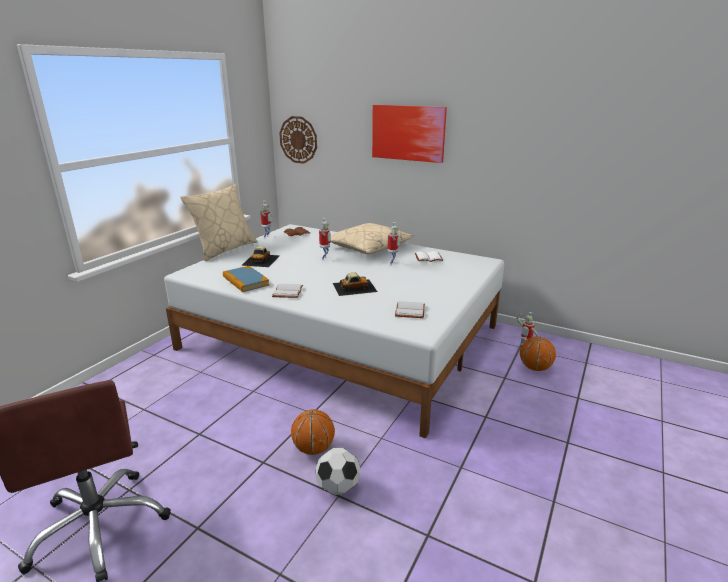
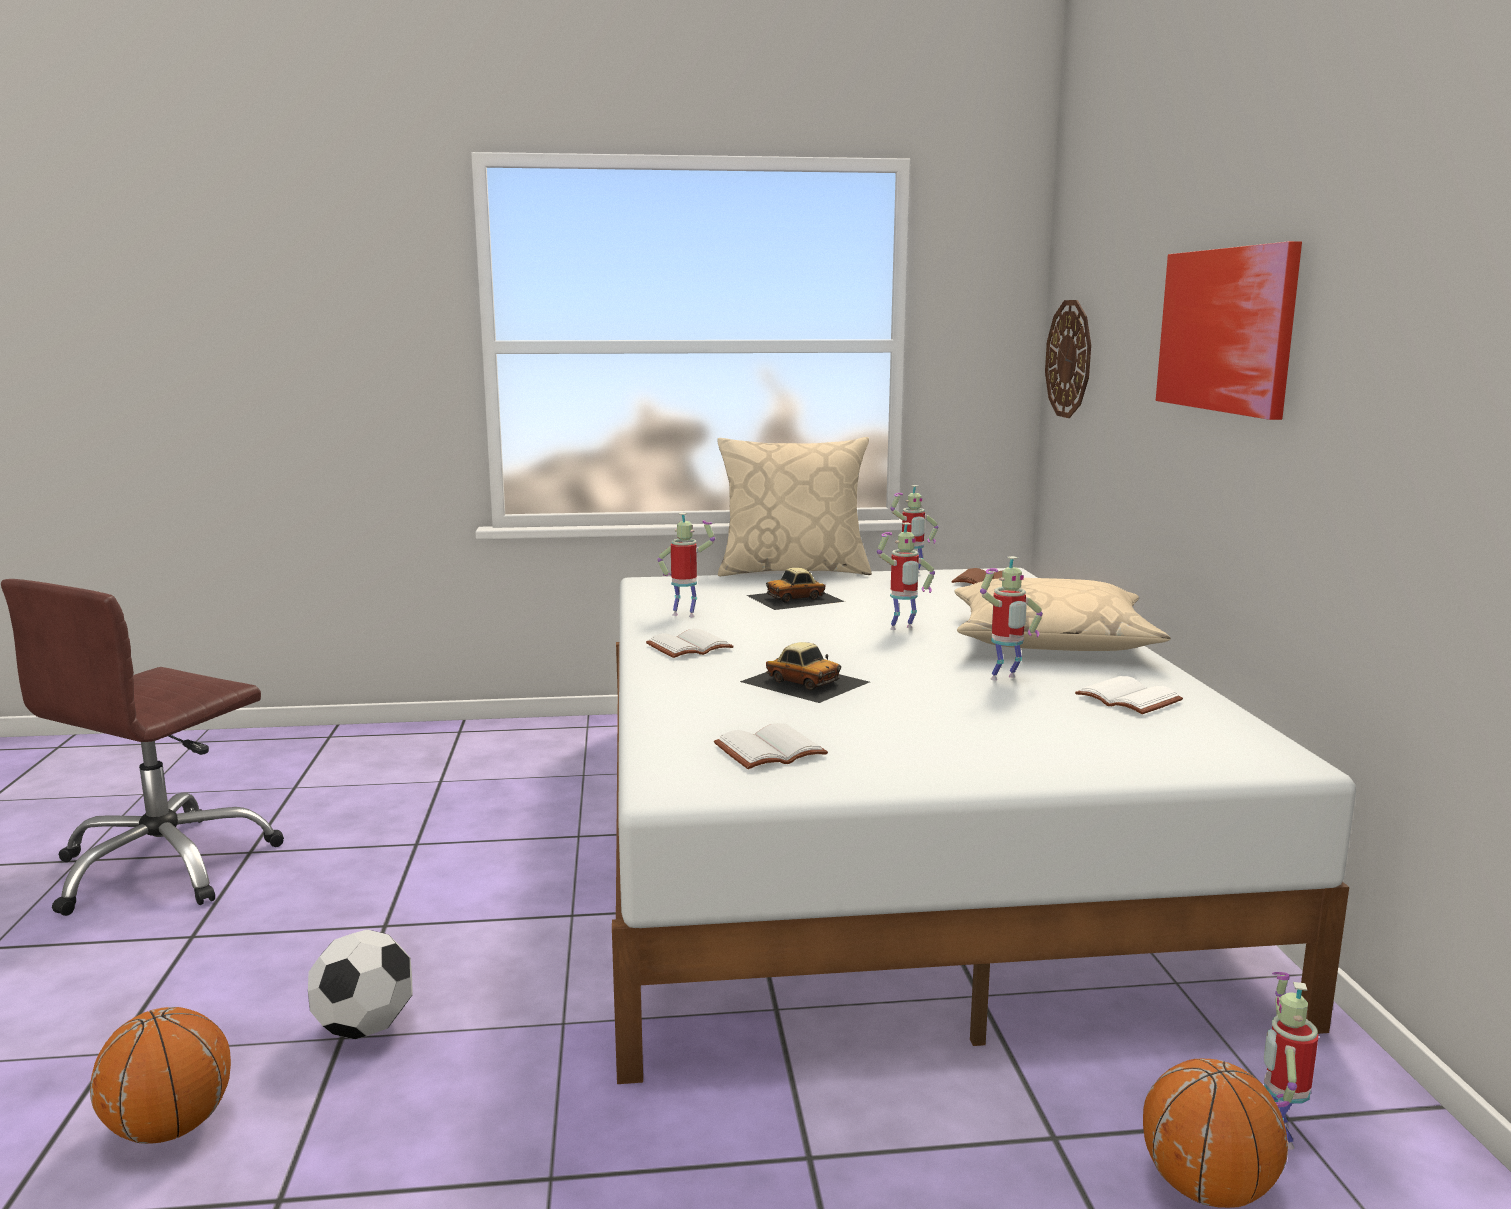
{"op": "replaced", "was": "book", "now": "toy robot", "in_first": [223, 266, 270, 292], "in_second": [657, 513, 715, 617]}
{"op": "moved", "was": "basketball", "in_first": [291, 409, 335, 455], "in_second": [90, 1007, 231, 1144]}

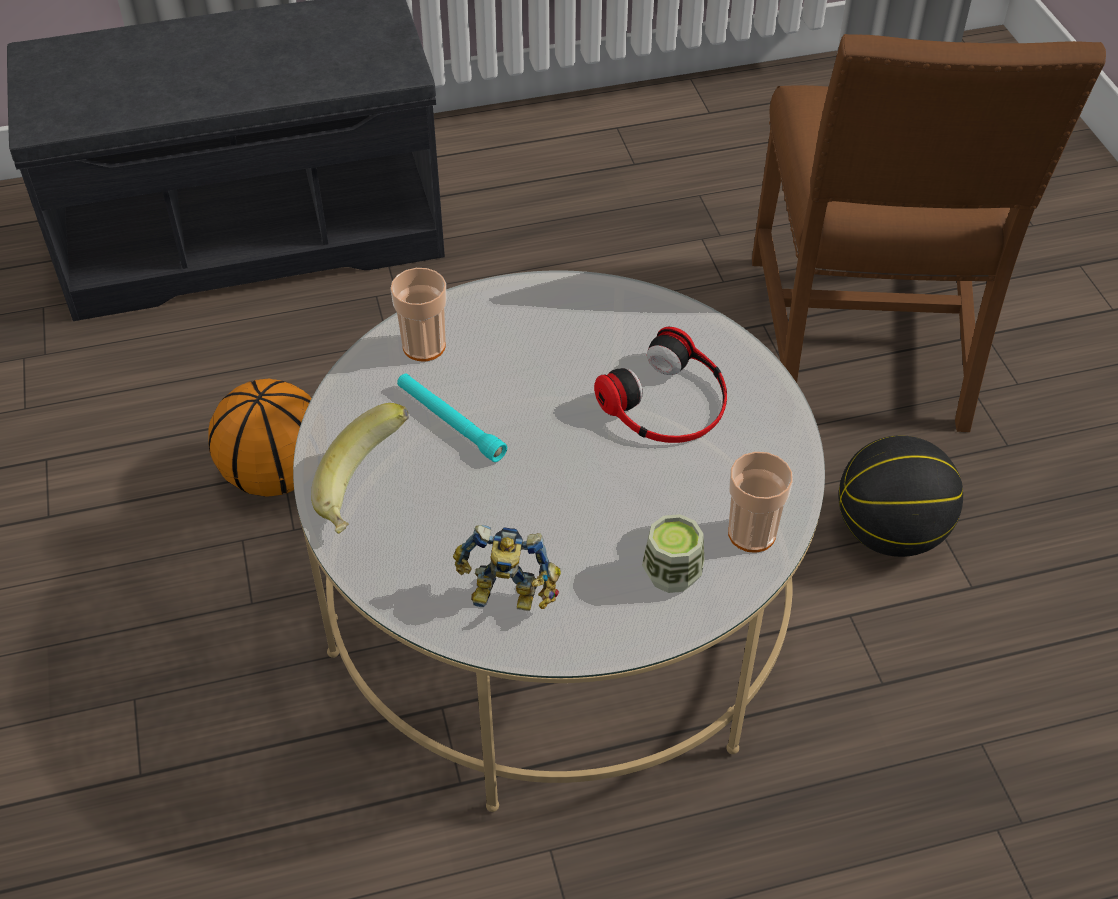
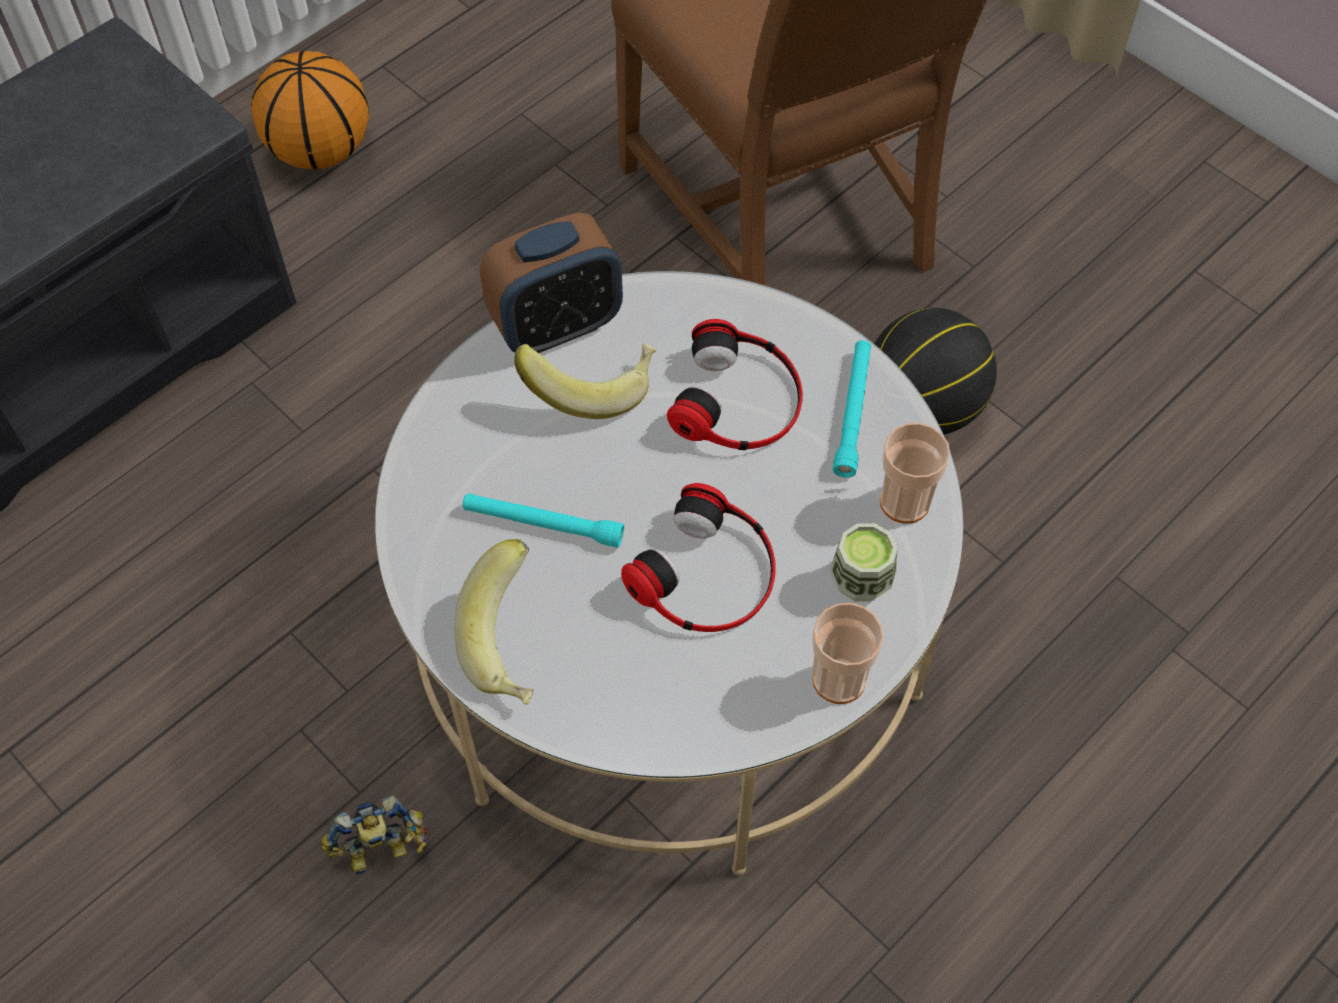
{"op": "moved", "was": "cup", "in_first": [390, 268, 447, 361], "in_second": [812, 603, 884, 704]}
{"op": "moved", "was": "basketball", "in_first": [208, 379, 312, 497], "in_second": [251, 51, 369, 170]}
{"op": "moved", "was": "toy robot", "in_first": [453, 525, 561, 611], "in_second": [321, 795, 427, 875]}
{"op": "added", "now": "alarm clock", "in_second": [480, 213, 623, 353]}
{"op": "added", "now": "flashlight (turquoise)", "in_second": [833, 340, 871, 478]}
{"op": "added", "now": "banana", "in_second": [514, 344, 657, 419]}
{"op": "added", "now": "headphones", "in_second": [621, 483, 776, 632]}

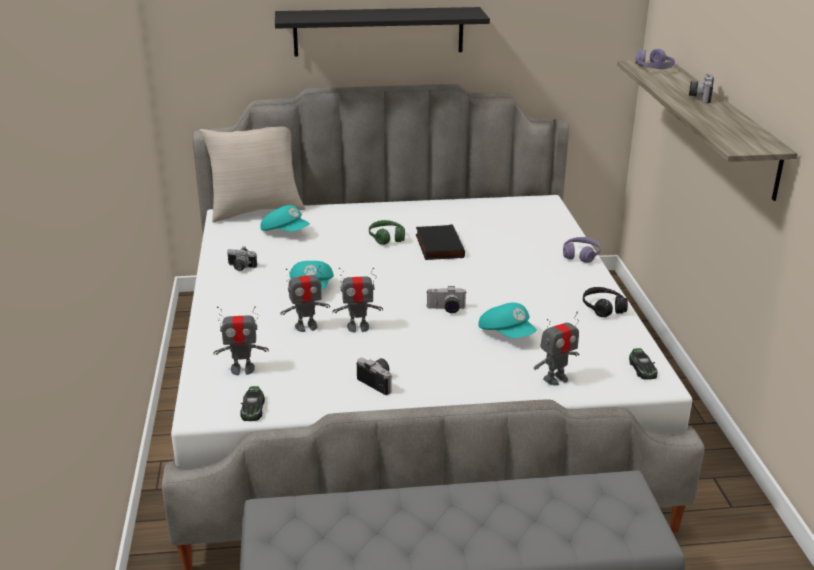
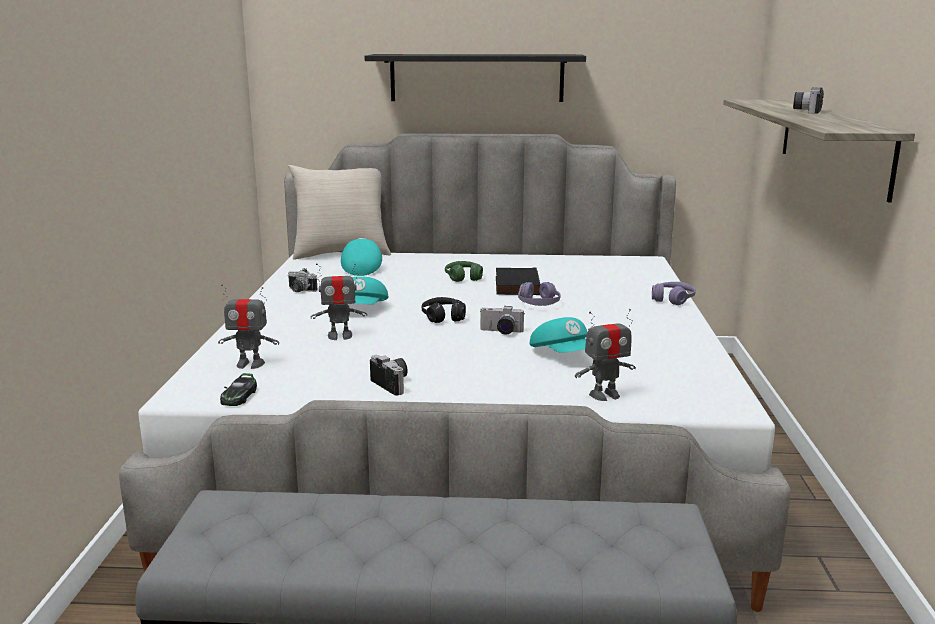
{"op": "moved", "was": "headphones (purple)", "in_first": [635, 49, 675, 69], "in_second": [518, 282, 561, 306]}
{"op": "turned", "was": "cap (turquoise)", "in_first": [260, 205, 310, 232], "in_second": [341, 238, 382, 276], "clockwise": -135}
{"op": "removed", "was": "toy robot", "in_first": [332, 267, 383, 333]}
{"op": "moved", "was": "headphones (black)", "in_first": [583, 287, 628, 317], "in_second": [422, 297, 466, 323]}
{"op": "removed", "was": "toy car", "in_first": [629, 348, 658, 380]}

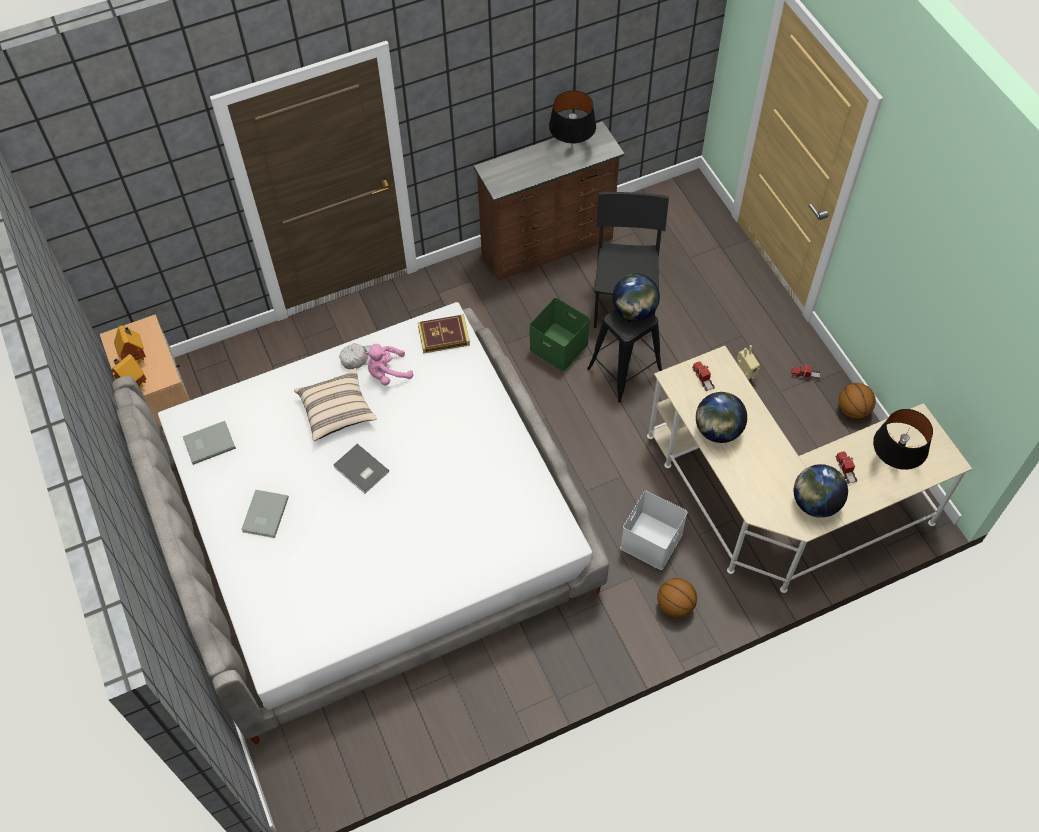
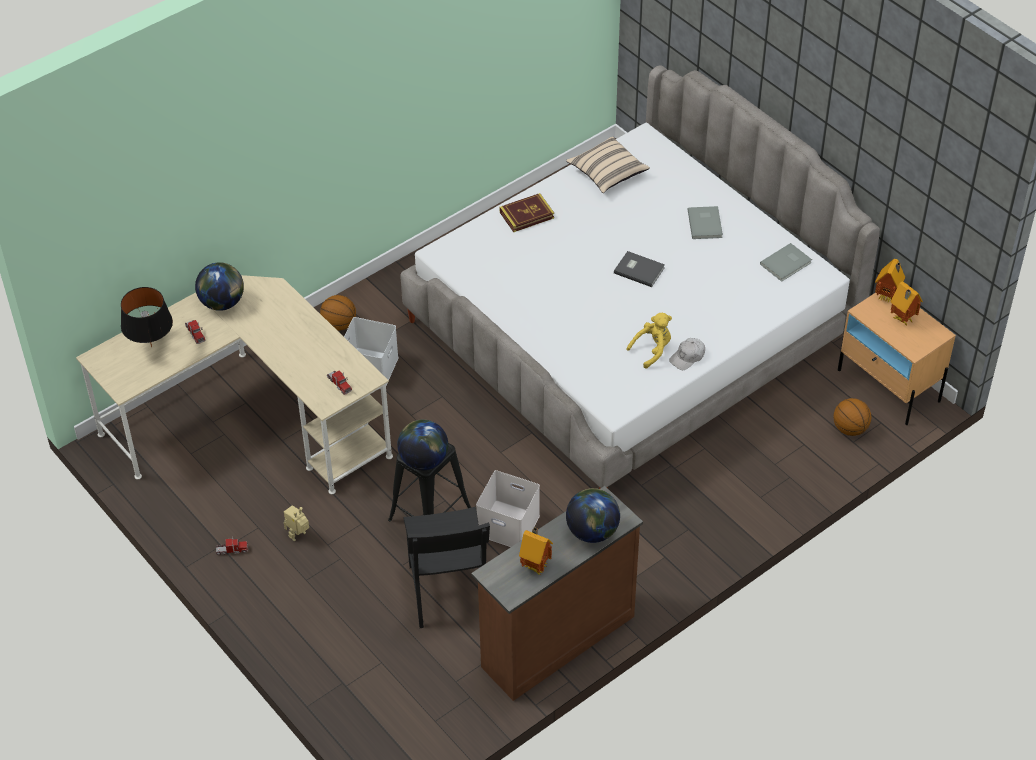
{"op": "replaced", "was": "table lamp (black)", "now": "toy house", "in_first": [549, 90, 596, 148], "in_second": [519, 527, 553, 575]}
{"op": "recoloured", "was": "storage box (green)", "now": "storage box (white)", "in_first": [530, 297, 590, 372], "in_second": [476, 470, 540, 547]}
{"op": "moved", "was": "book", "in_first": [418, 314, 470, 353], "in_second": [500, 193, 554, 232]}
{"op": "recoloured", "was": "plush toy (pink)", "now": "plush toy (yellow)", "in_first": [365, 344, 413, 385], "in_second": [627, 313, 672, 368]}
{"op": "moved", "was": "pillow (beige)", "in_first": [294, 368, 377, 441], "in_second": [566, 136, 650, 193]}
{"op": "moved", "was": "basketball", "in_first": [839, 383, 876, 419], "in_second": [833, 398, 871, 436]}
{"op": "moved", "was": "globe", "in_first": [696, 392, 747, 443], "in_second": [566, 488, 620, 543]}

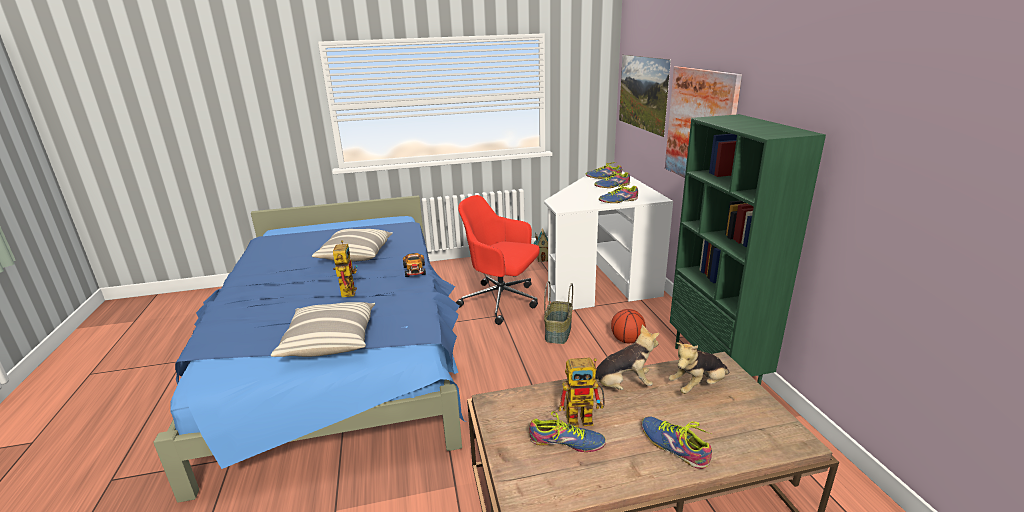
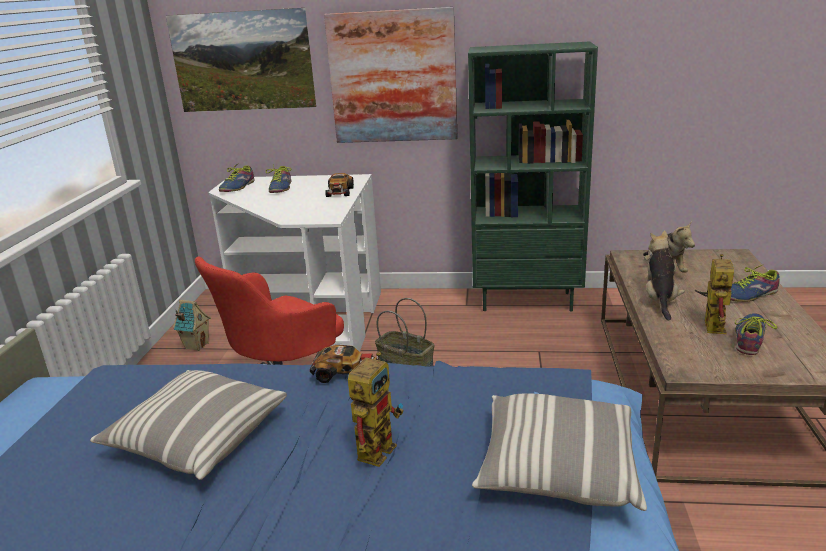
{"op": "replaced", "was": "shoe", "now": "toy car", "in_first": [599, 182, 638, 203], "in_second": [325, 173, 354, 197]}
{"op": "turned", "was": "toy robot", "in_first": [333, 240, 358, 297], "in_second": [348, 352, 404, 467], "clockwise": 105}
{"op": "removed", "was": "basketball", "in_first": [611, 309, 646, 343]}

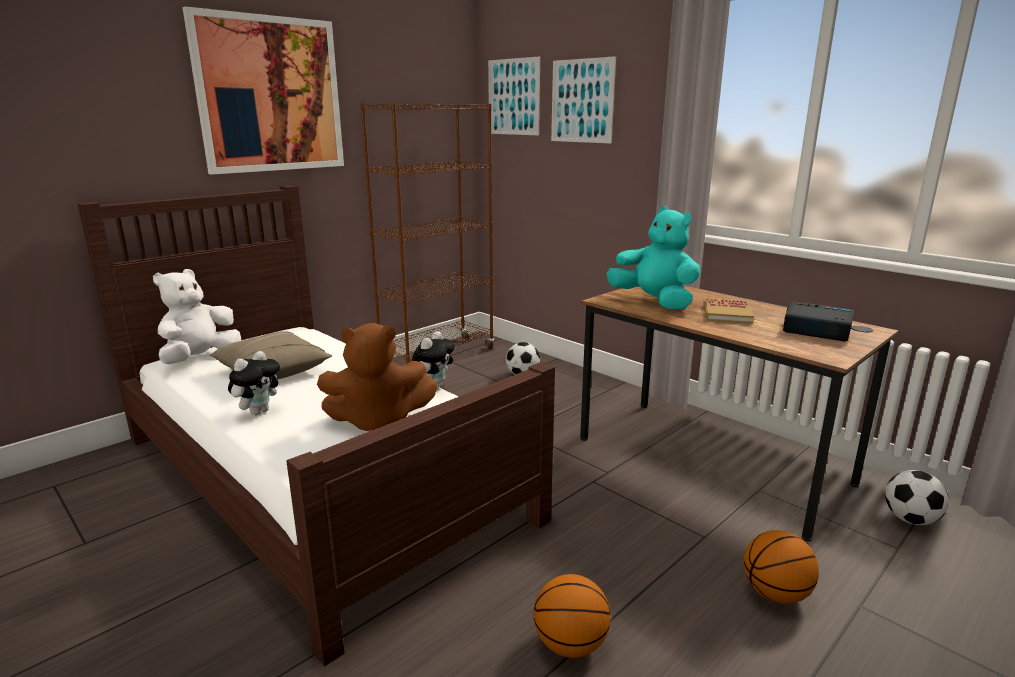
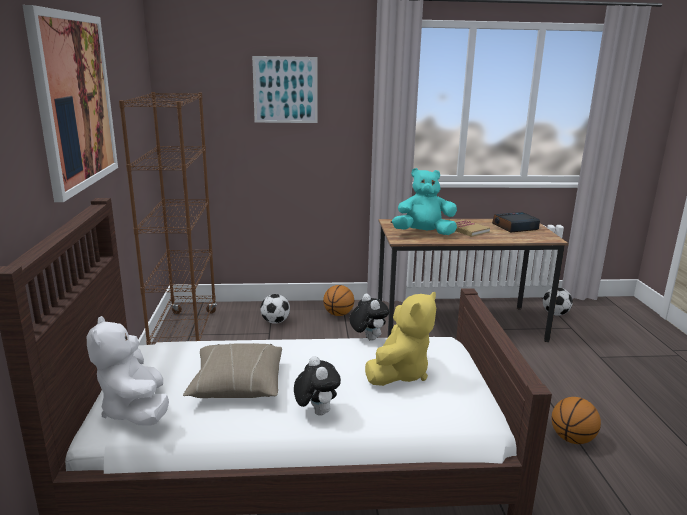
{"op": "removed", "was": "picture", "in_first": [488, 56, 540, 135]}
{"op": "recoloured", "was": "plush toy (brown)", "now": "plush toy (yellow)", "in_first": [317, 323, 437, 431], "in_second": [365, 292, 436, 386]}
{"op": "moved", "was": "basketball", "in_first": [744, 530, 819, 604], "in_second": [323, 285, 354, 316]}

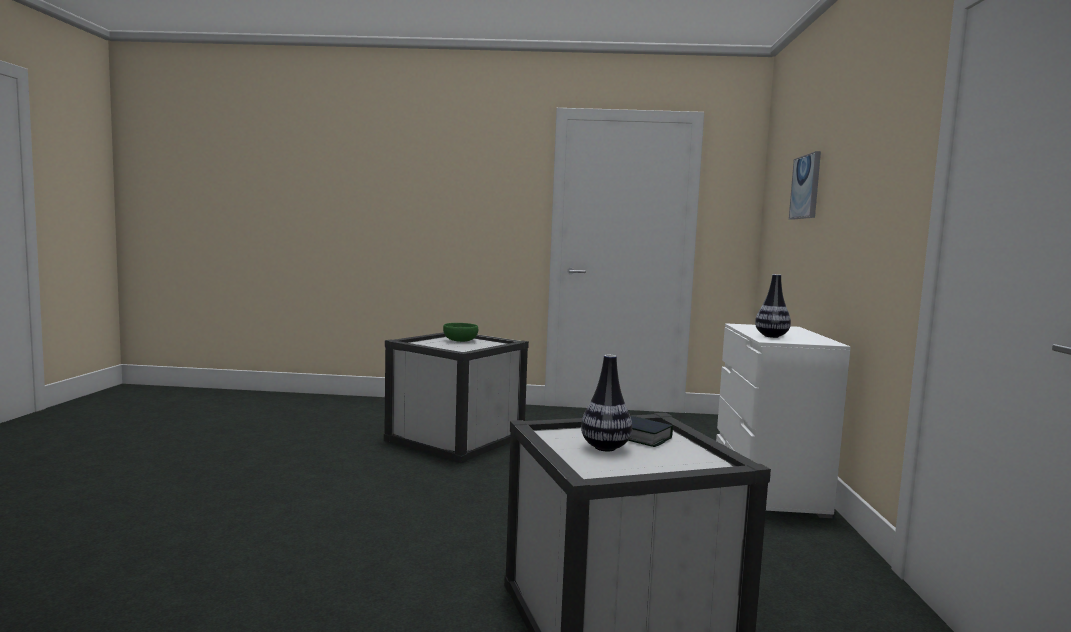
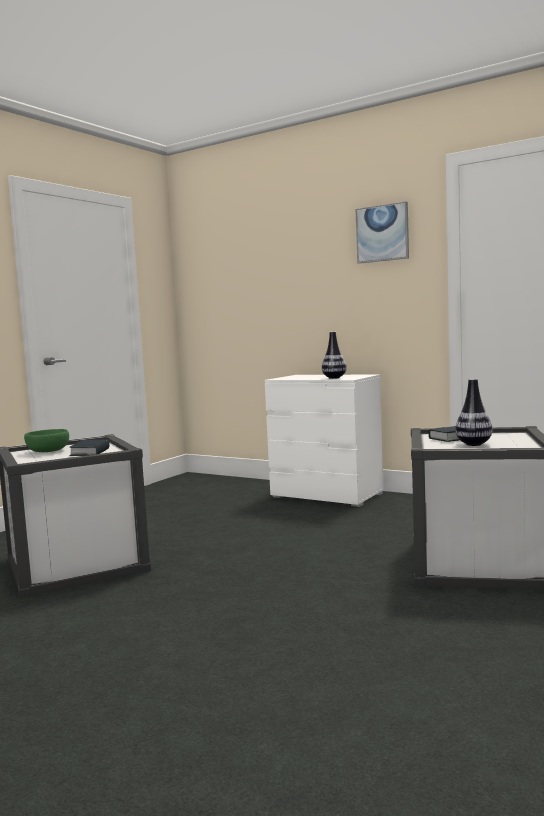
{"op": "moved", "was": "picture", "in_first": [789, 151, 821, 220], "in_second": [356, 201, 409, 264]}
{"op": "added", "now": "book", "in_second": [69, 440, 110, 456]}

